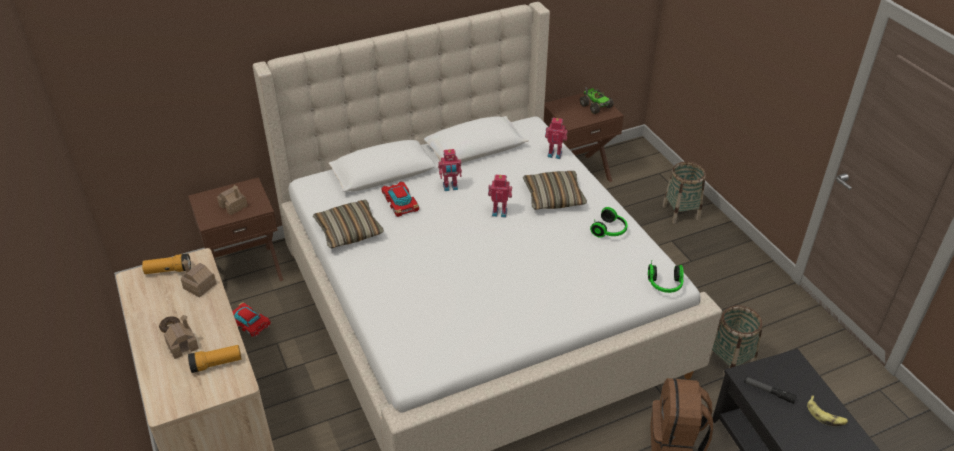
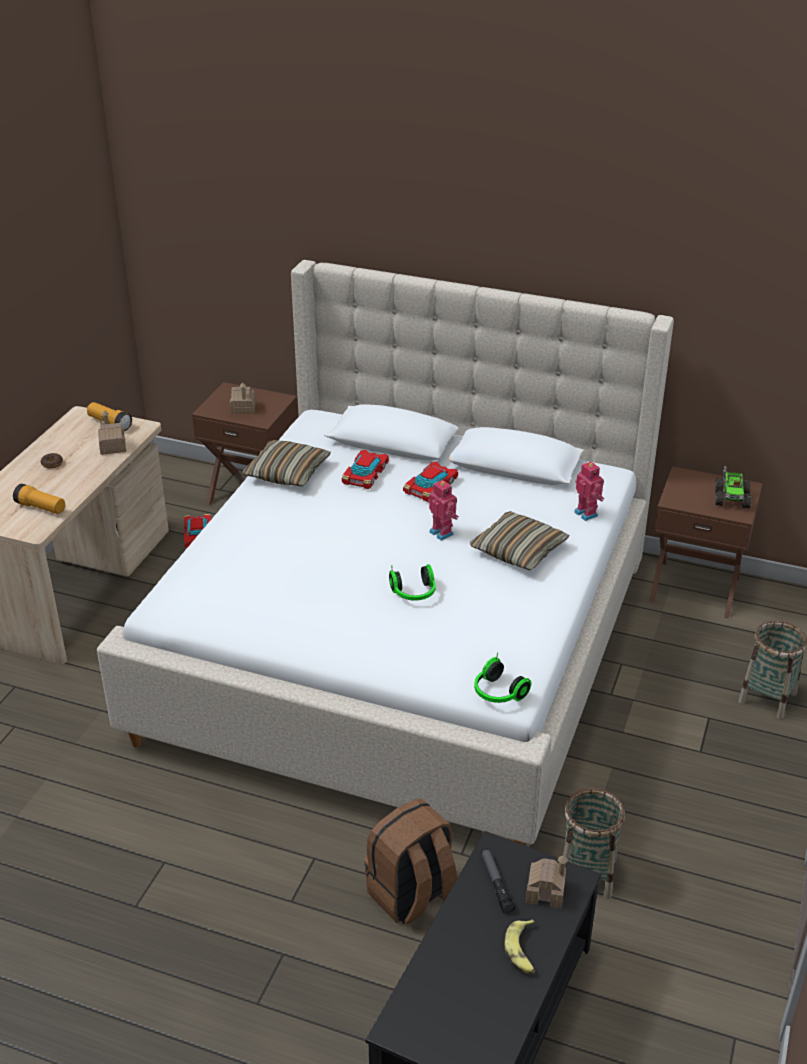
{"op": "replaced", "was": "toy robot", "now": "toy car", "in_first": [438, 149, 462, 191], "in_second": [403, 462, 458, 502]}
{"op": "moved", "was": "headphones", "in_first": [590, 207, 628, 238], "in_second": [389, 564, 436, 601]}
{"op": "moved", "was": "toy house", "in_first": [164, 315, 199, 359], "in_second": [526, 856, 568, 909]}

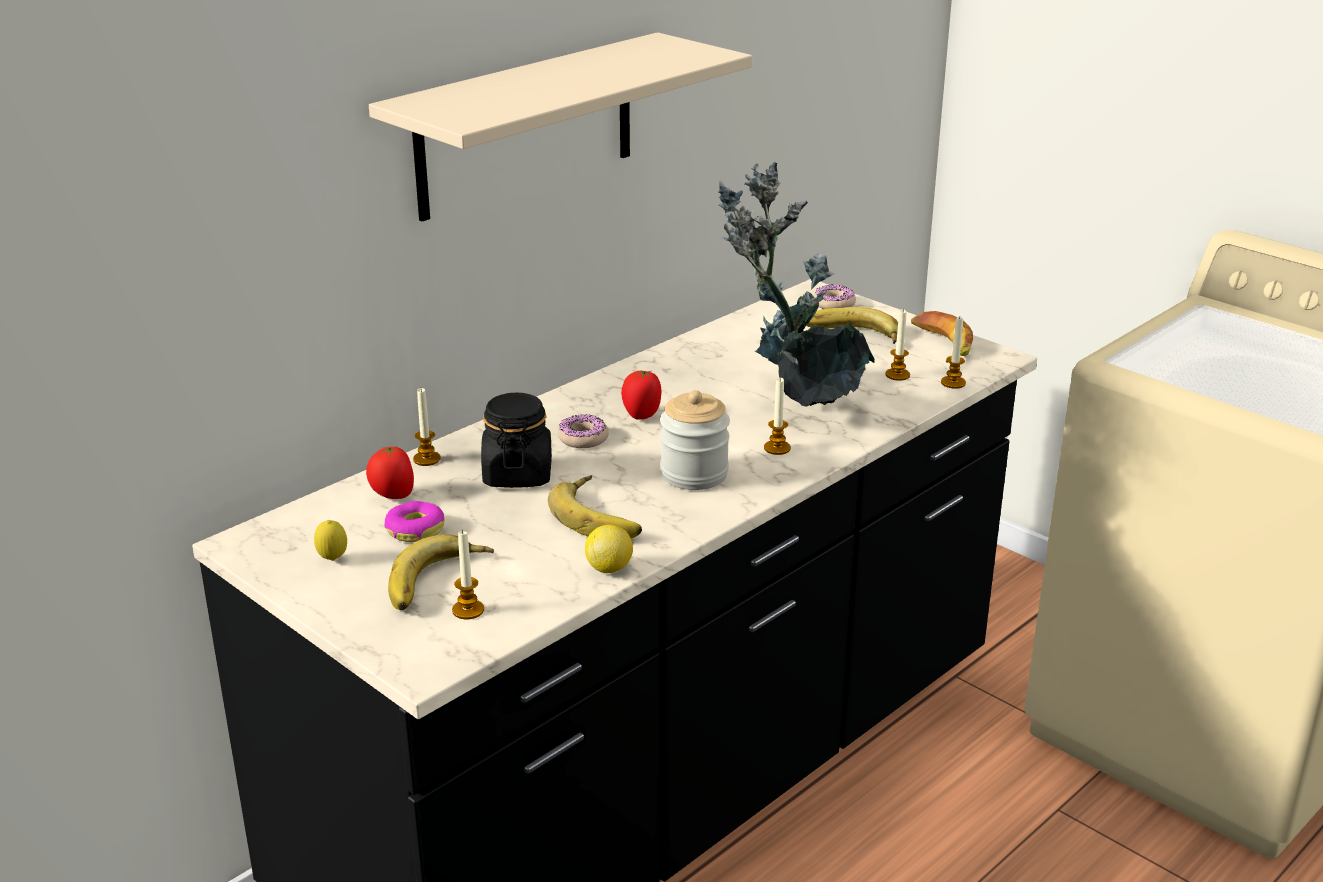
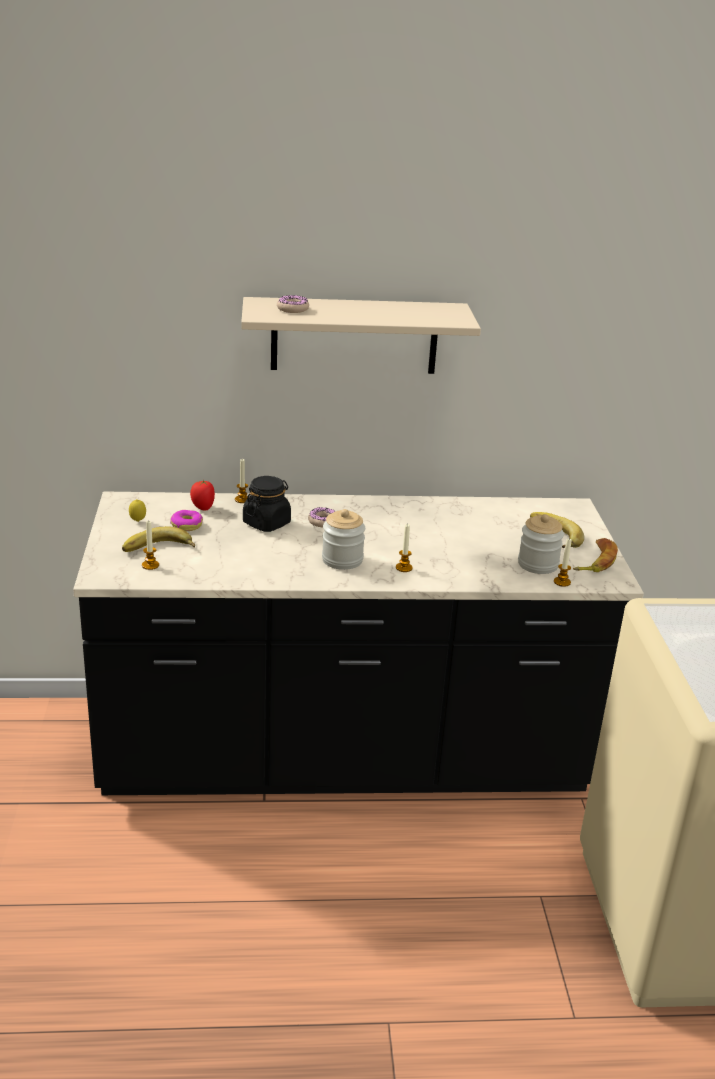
{"op": "removed", "was": "potted plant", "in_first": [717, 162, 875, 407]}
{"op": "moved", "was": "donut", "in_first": [814, 284, 856, 309], "in_second": [277, 295, 309, 313]}
{"op": "replaced", "was": "candle", "now": "jar", "in_first": [885, 309, 910, 381], "in_second": [518, 514, 564, 574]}
{"op": "removed", "was": "tomato", "in_first": [621, 370, 662, 420]}
{"op": "removed", "was": "banana", "in_first": [548, 475, 642, 539]}
{"op": "removed", "was": "lemon", "in_first": [585, 525, 633, 573]}

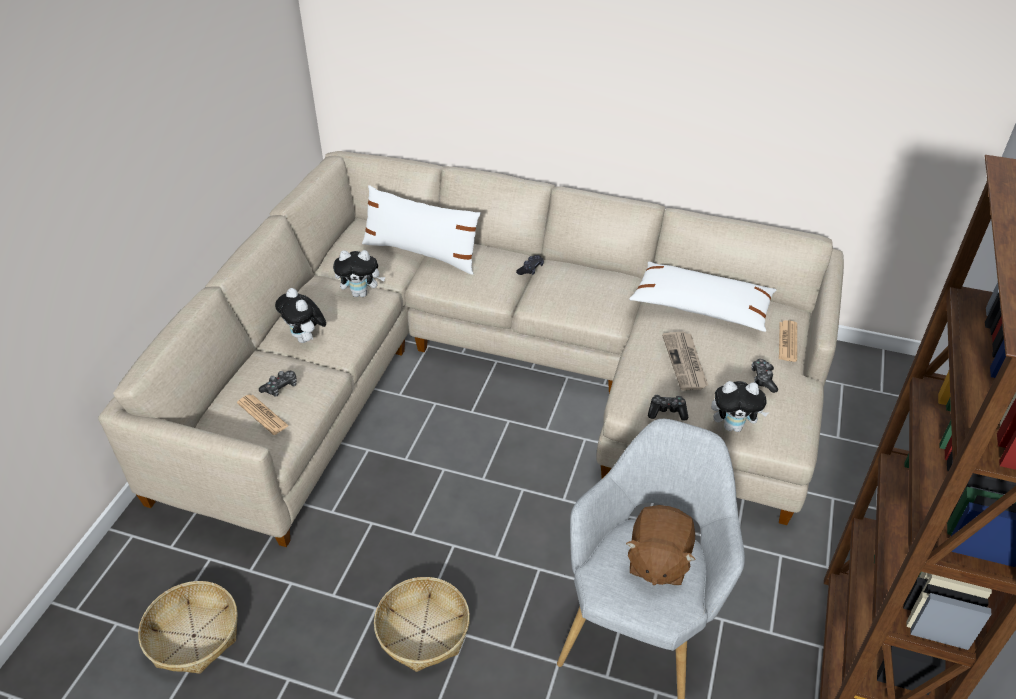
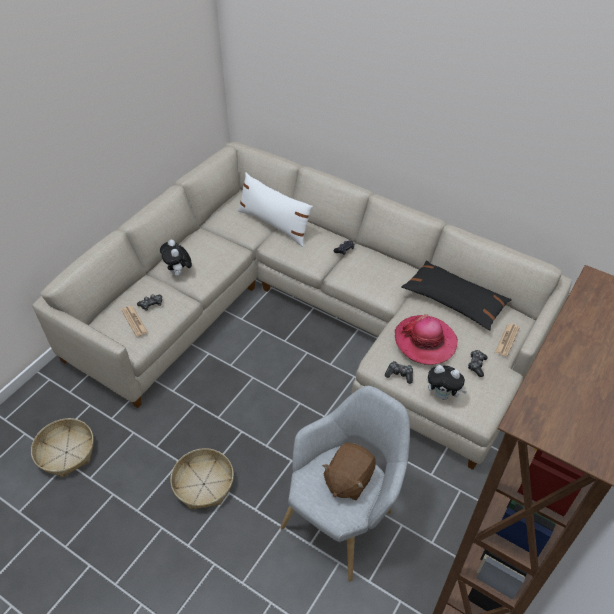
{"op": "removed", "was": "plush toy", "in_first": [333, 250, 385, 297]}
{"op": "recoloured", "was": "pillow (white)", "now": "pillow (black)", "in_first": [629, 262, 776, 332], "in_second": [401, 261, 512, 330]}
{"op": "replaced", "was": "newspaper", "now": "hat", "in_first": [662, 331, 708, 391], "in_second": [395, 314, 458, 365]}

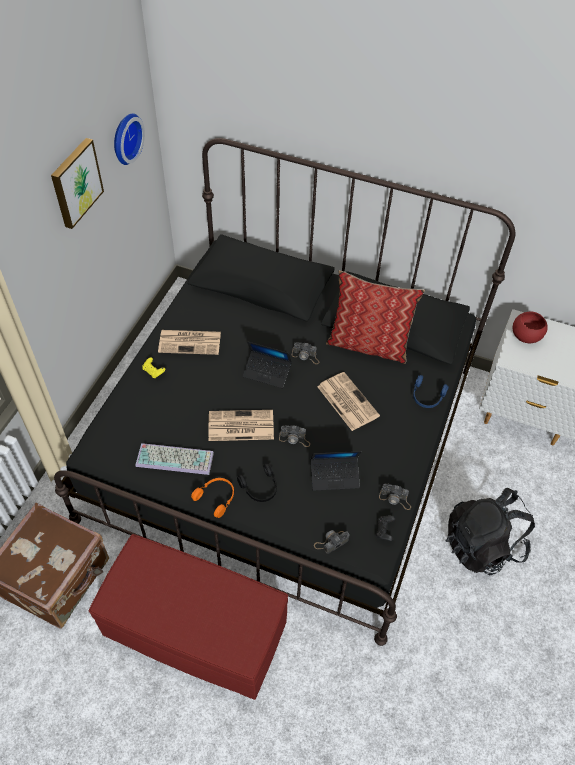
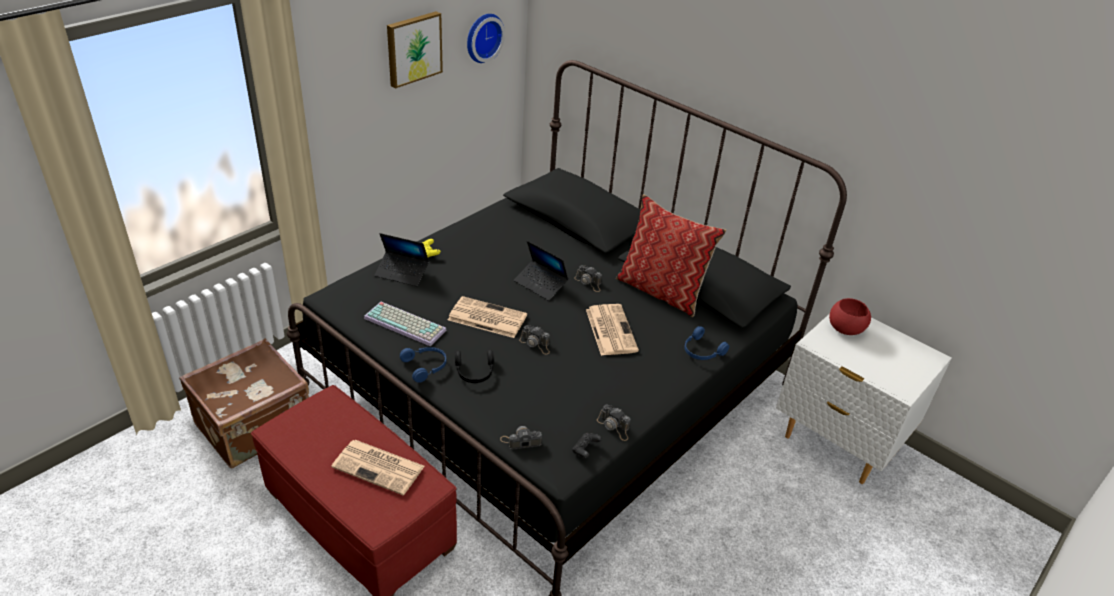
{"op": "moved", "was": "newspaper", "in_first": [158, 330, 221, 355], "in_second": [331, 440, 425, 495]}
{"op": "moved", "was": "laptop", "in_first": [311, 451, 361, 491], "in_second": [374, 233, 429, 286]}
{"op": "recoloured", "was": "headphones (orange)", "now": "headphones (blue)", "in_first": [191, 478, 234, 518], "in_second": [400, 347, 446, 383]}
{"op": "removed", "was": "backpack (black)", "in_first": [446, 488, 535, 575]}

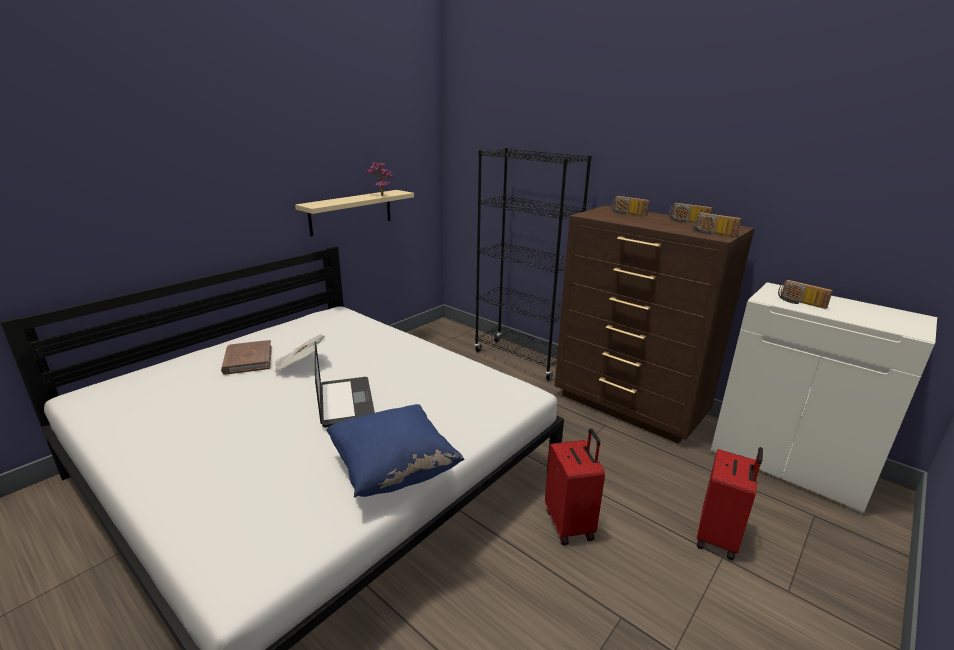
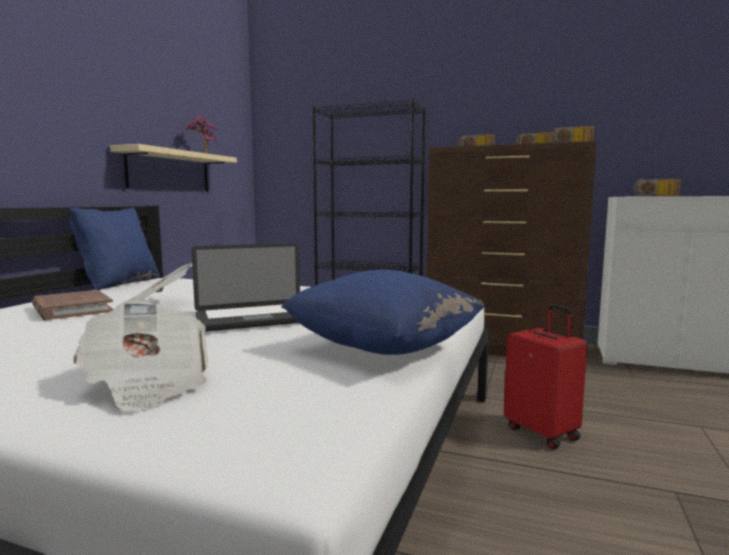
{"op": "turned", "was": "laptop", "in_first": [315, 341, 375, 428], "in_second": [192, 243, 300, 332], "clockwise": 105}
{"op": "removed", "was": "suitcase (red)", "in_first": [697, 447, 763, 561]}
{"op": "added", "now": "pillow (blue)", "in_second": [69, 208, 160, 290]}
{"op": "added", "now": "newspaper", "in_second": [73, 301, 208, 412]}

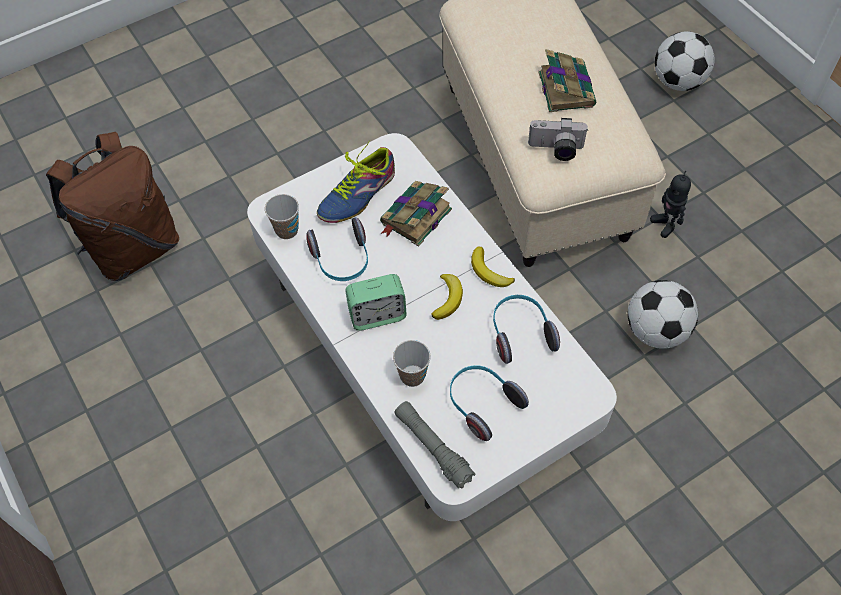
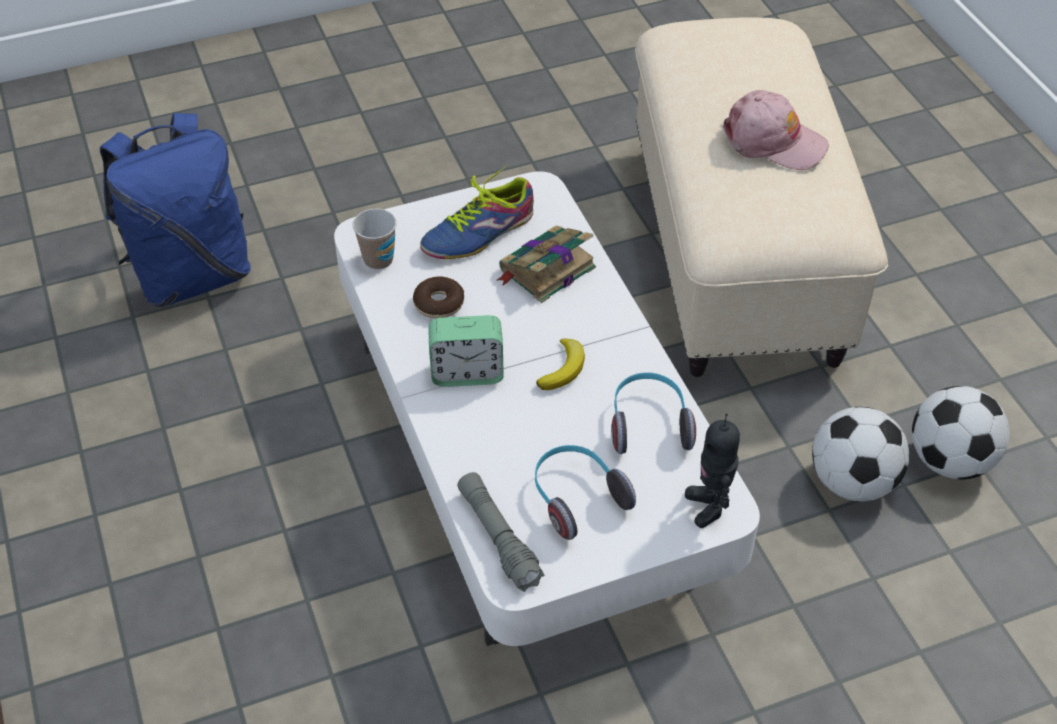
{"op": "moved", "was": "football", "in_first": [655, 31, 715, 91], "in_second": [912, 386, 1010, 479]}
{"op": "replaced", "was": "book", "now": "cap (pink)", "in_first": [538, 49, 596, 112], "in_second": [723, 90, 829, 170]}
{"op": "removed", "was": "photo camera", "in_first": [528, 118, 589, 161]}
{"op": "recoloured", "was": "backpack (brown)", "now": "backpack (blue)", "in_first": [46, 132, 179, 281], "in_second": [100, 113, 251, 307]}
{"op": "moved", "was": "toy robot", "in_first": [650, 171, 691, 238], "in_second": [685, 413, 740, 528]}
{"op": "replaced", "was": "headphones", "now": "donut", "in_first": [306, 217, 368, 281], "in_second": [413, 276, 464, 319]}
{"op": "removed", "was": "banana", "in_first": [471, 246, 515, 287]}
{"op": "removed", "was": "cup", "in_first": [393, 340, 431, 387]}

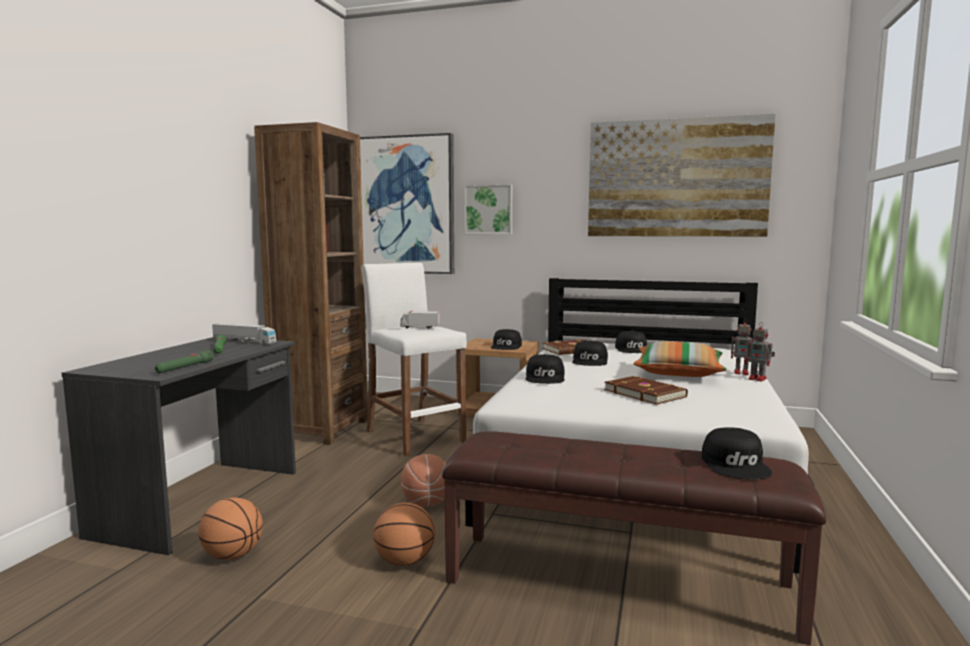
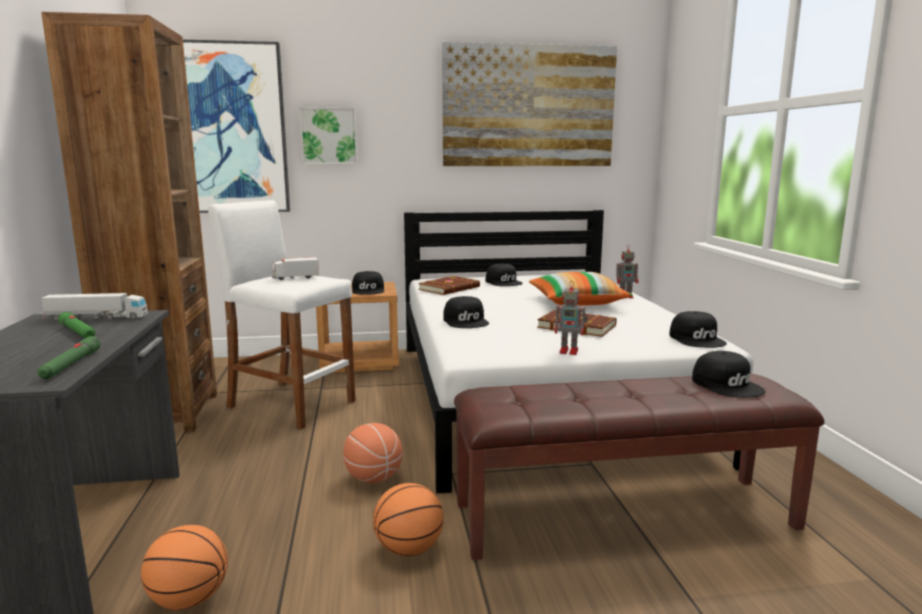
{"op": "moved", "was": "toy robot", "in_first": [745, 322, 775, 382], "in_second": [555, 281, 588, 355]}
{"op": "moved", "was": "cap (black)", "in_first": [572, 340, 608, 366], "in_second": [669, 311, 727, 348]}

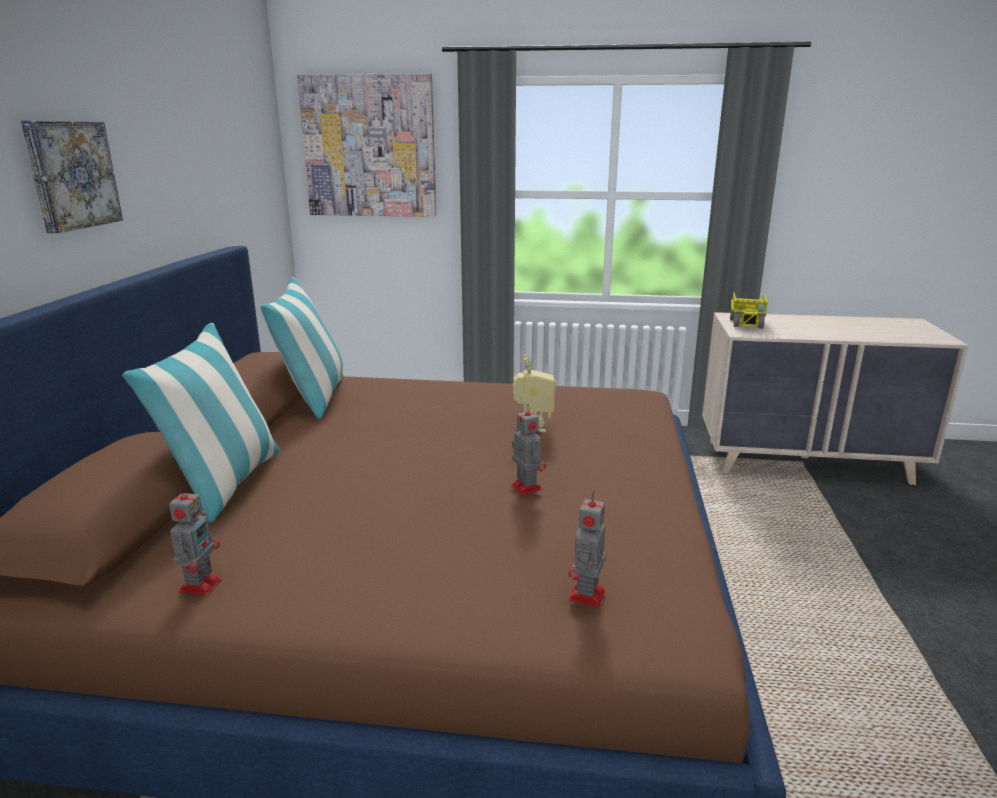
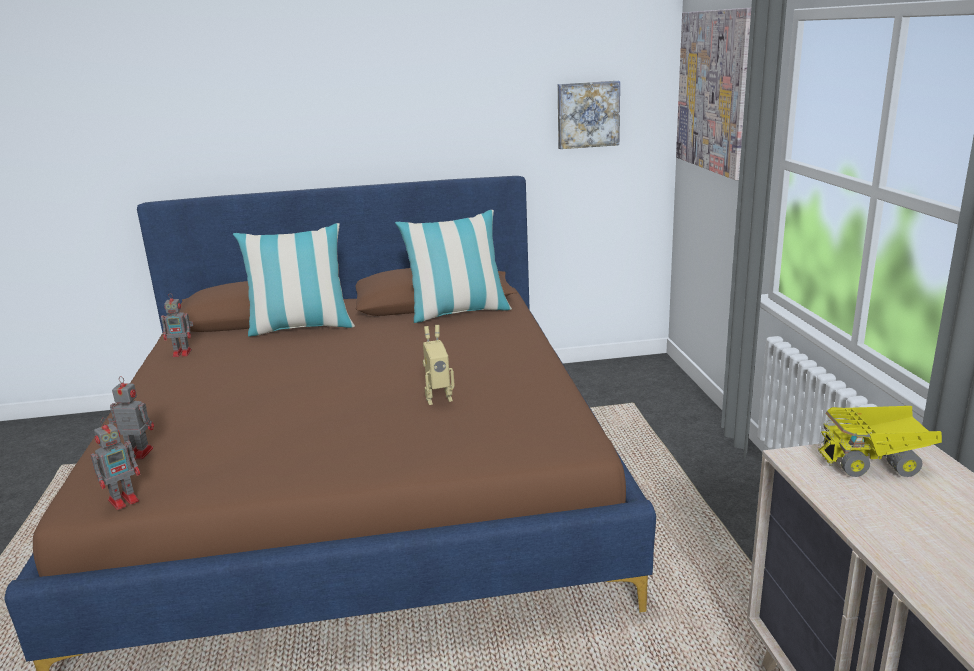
{"op": "moved", "was": "picture", "in_first": [21, 121, 123, 233], "in_second": [558, 81, 620, 149]}
{"op": "moved", "was": "toy robot", "in_first": [511, 404, 546, 495], "in_second": [90, 418, 140, 510]}

